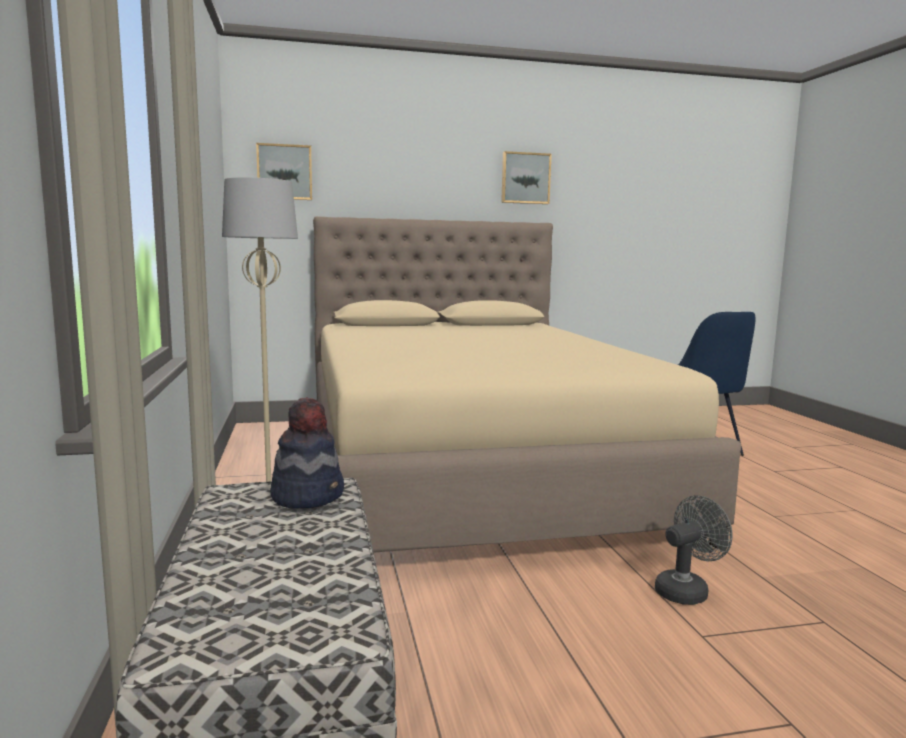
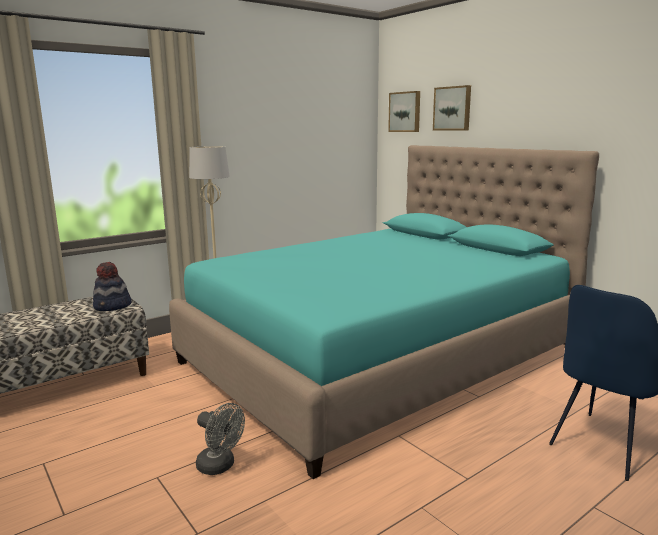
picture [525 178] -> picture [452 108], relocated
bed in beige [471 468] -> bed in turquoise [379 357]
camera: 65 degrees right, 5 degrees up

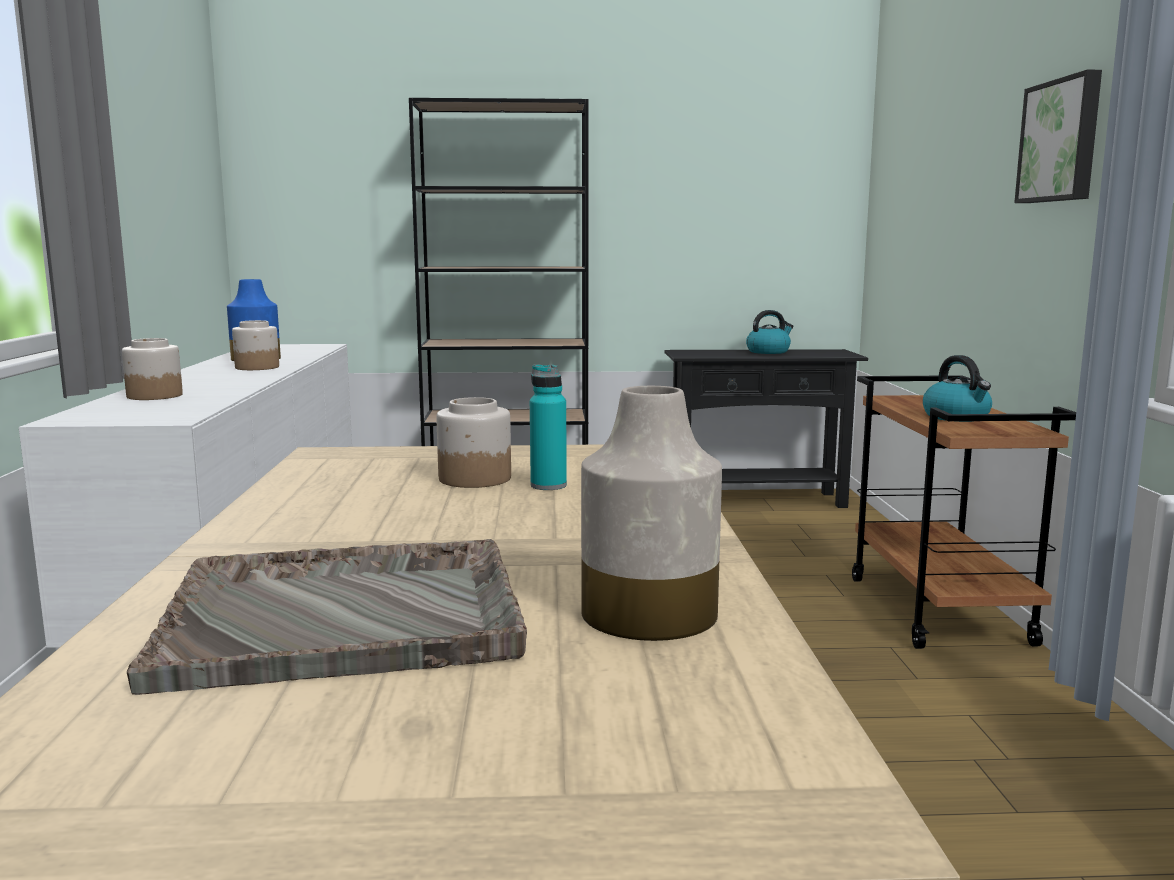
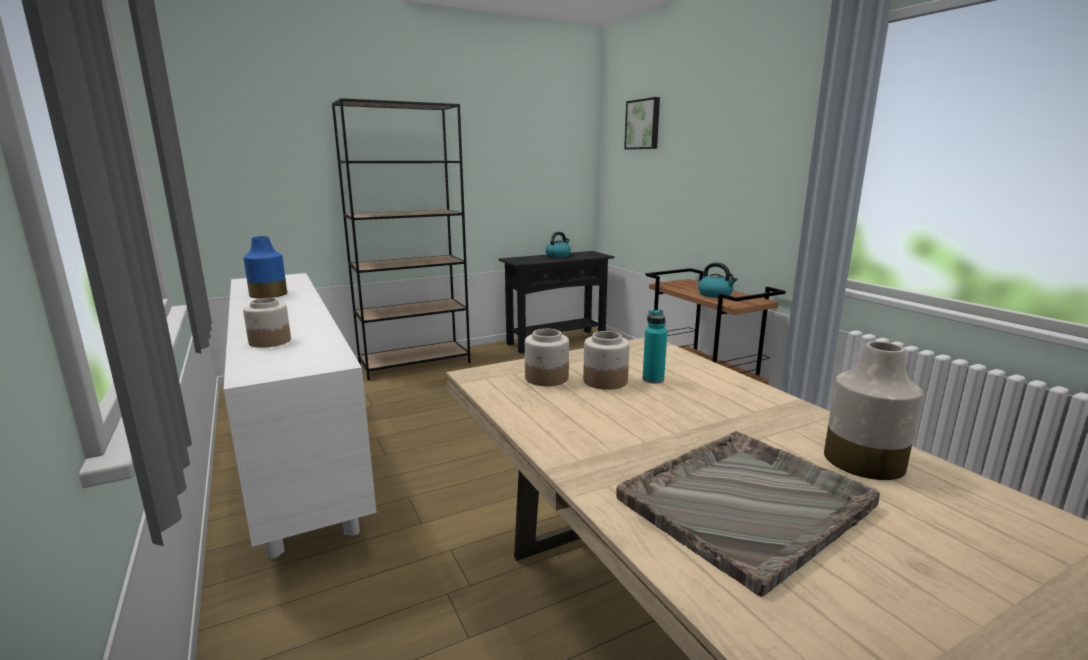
picture [1062 141] -> picture [643 124], relocated
jar [257 367] -> jar [547 378], relocated
camera: 25 degrees left, 5 degrees up

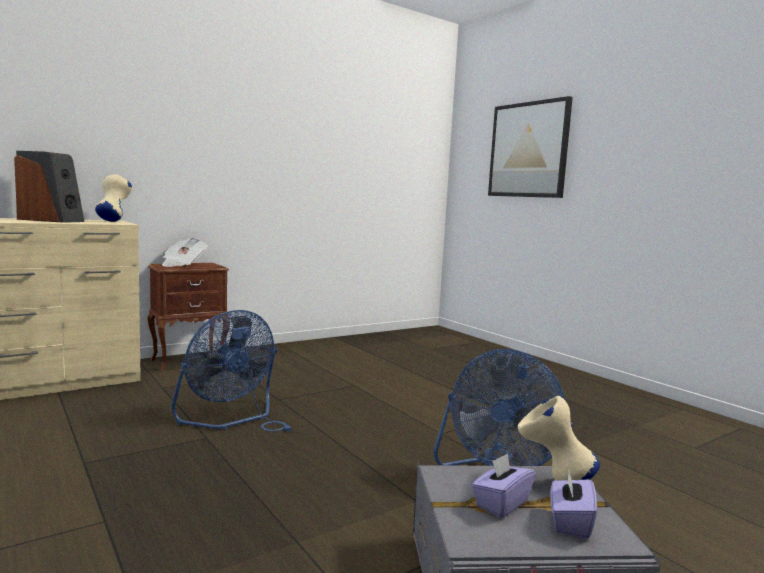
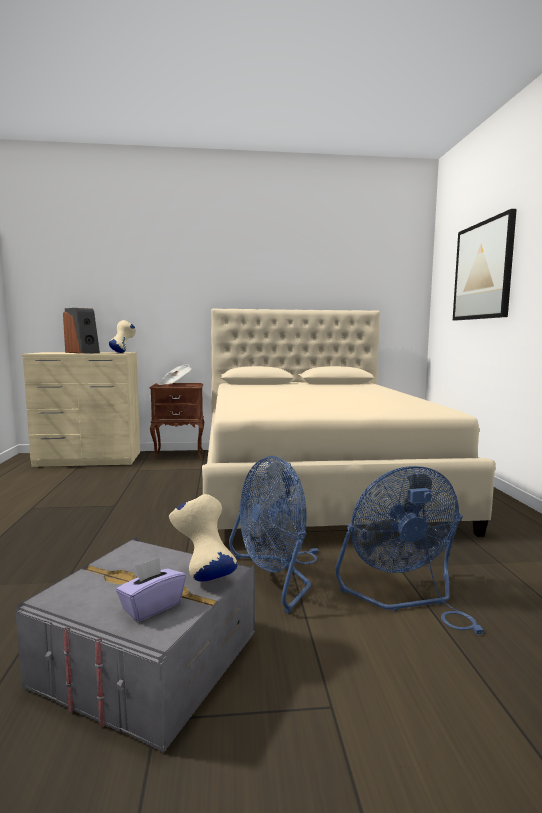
fan in blue [239 418] -> fan in blue [412 596], relocated
tissue box in purple [501 503] -> none
none -> bed in beige [314 482]
camera: 30 degrees right, 0 degrees up

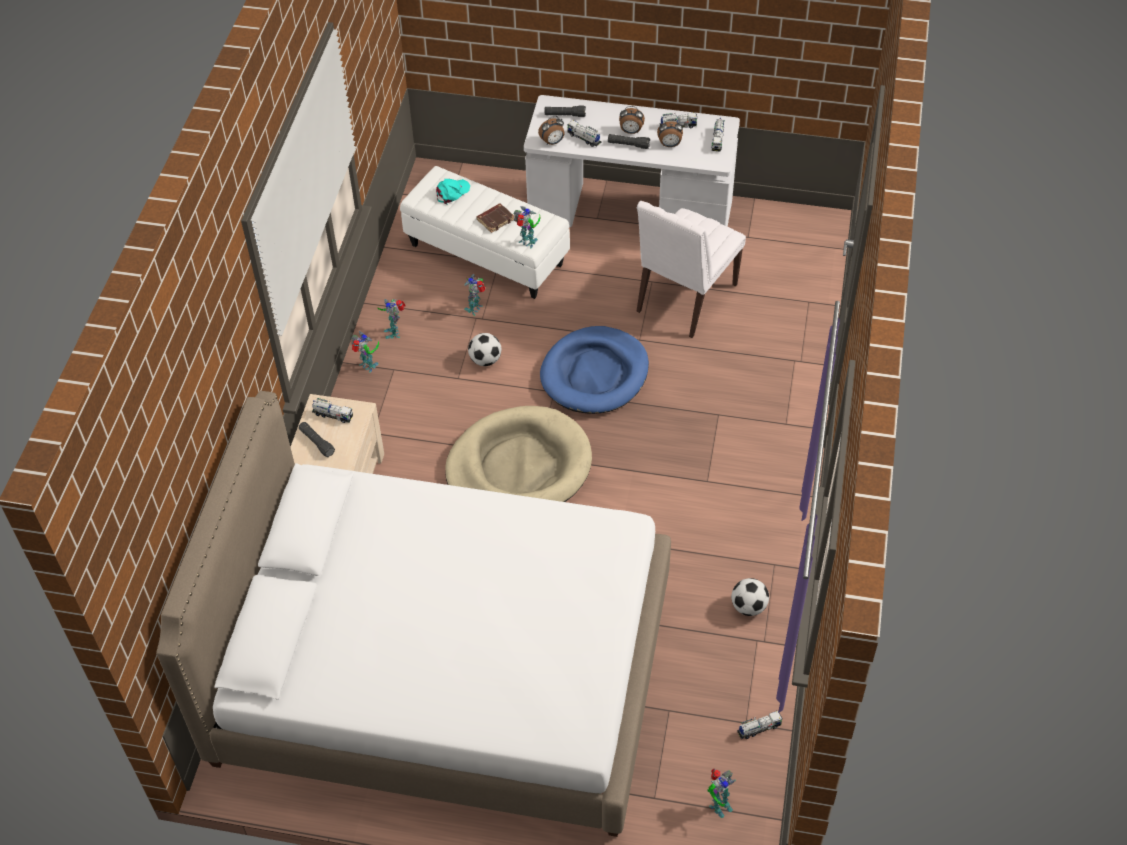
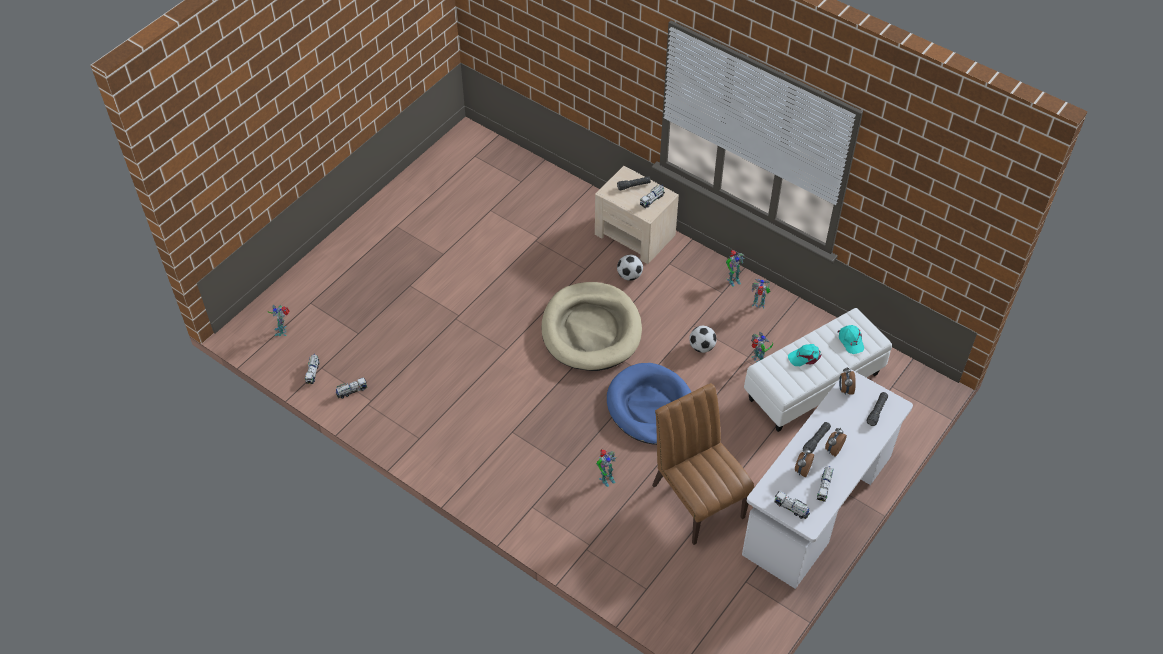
toy truck [584 138] -> toy truck [351 391], relocated
chair in white [686 297] -> chair in brown [698 502]
book in brown [495 219] -> cap in turquoise [805 357]
toy robot [528 243] -> toy robot [606 478], relocated
bed in white [445 671] -> none
football [748 607] -> football [629 275], relocated
camera: 115 degrees right, 0 degrees up

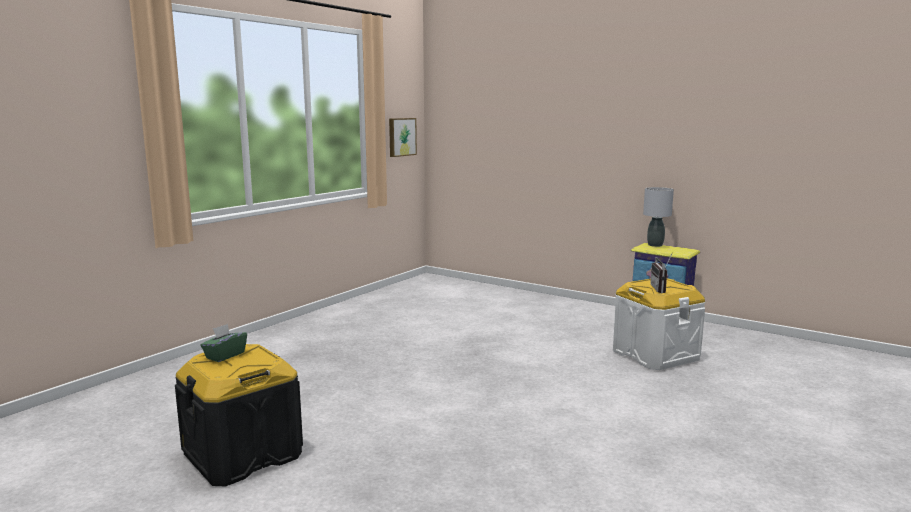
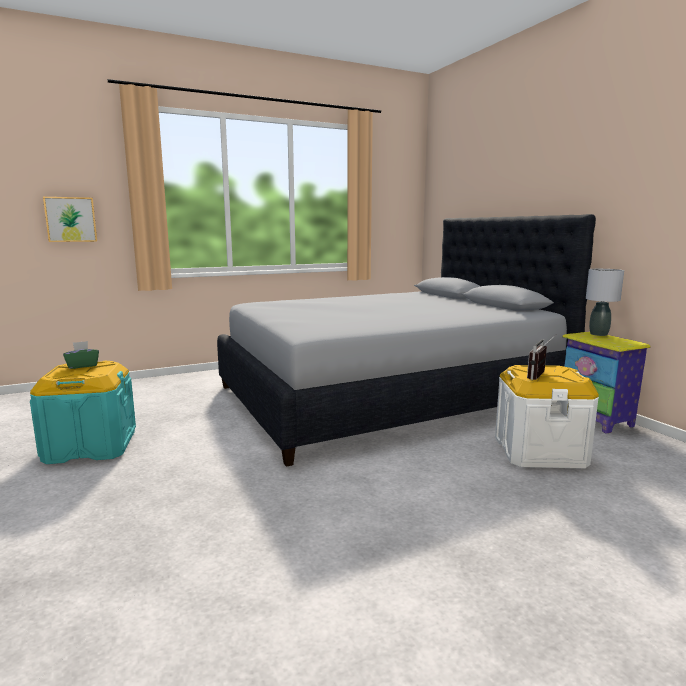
picture [401 137] -> picture [71 219], relocated
storage box in black [243 454] -> storage box in turquoise [91 446]
none -> bed in grey [389 396]
camera: 30 degrees right, 0 degrees up

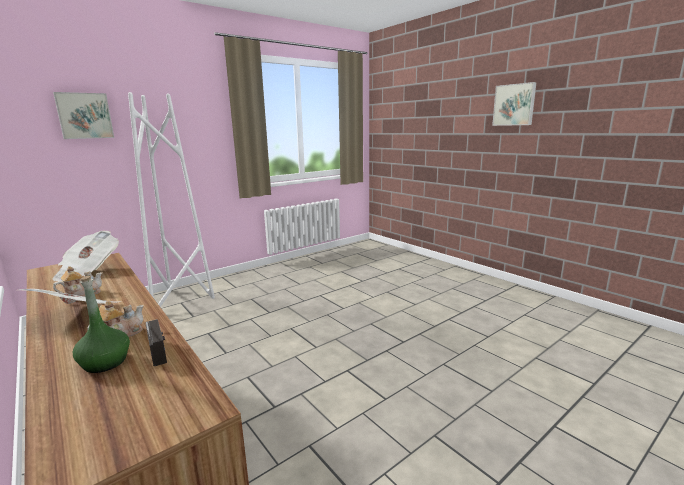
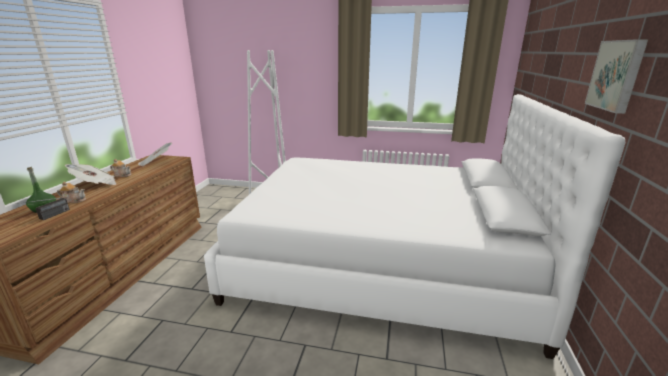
picture [84 116] -> none
none -> bed in white [379 263]
camera: 50 degrees right, 5 degrees up

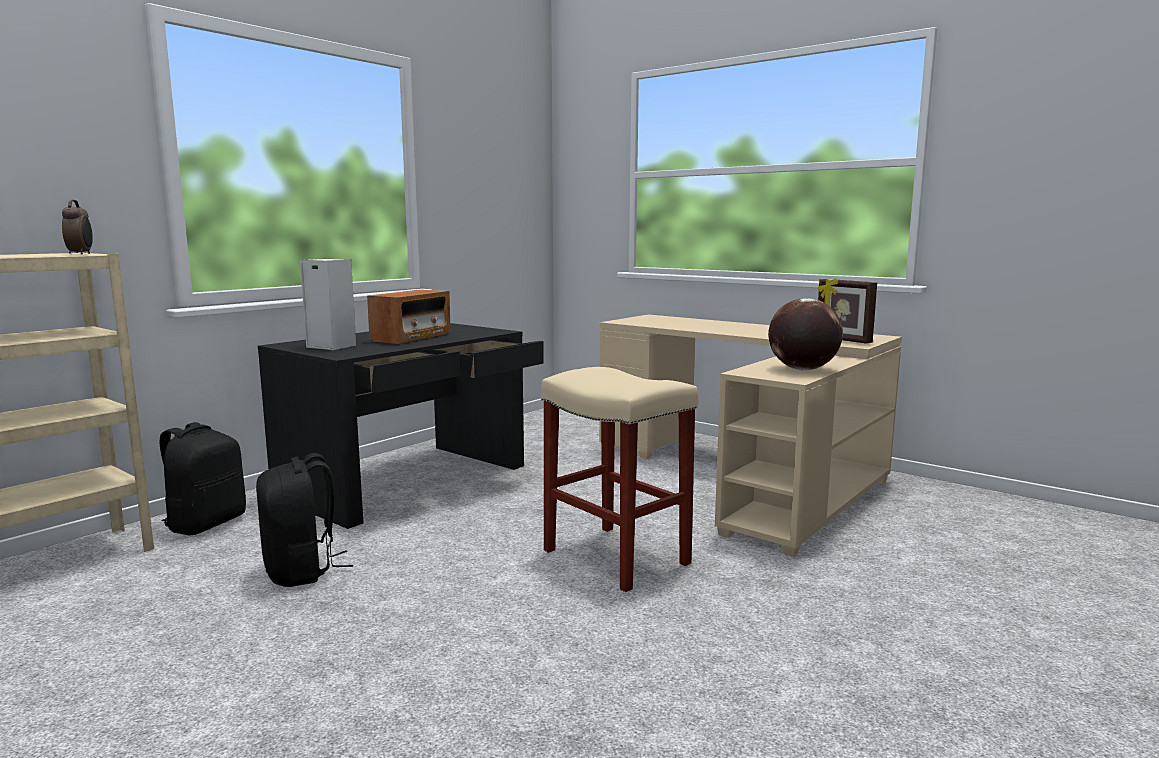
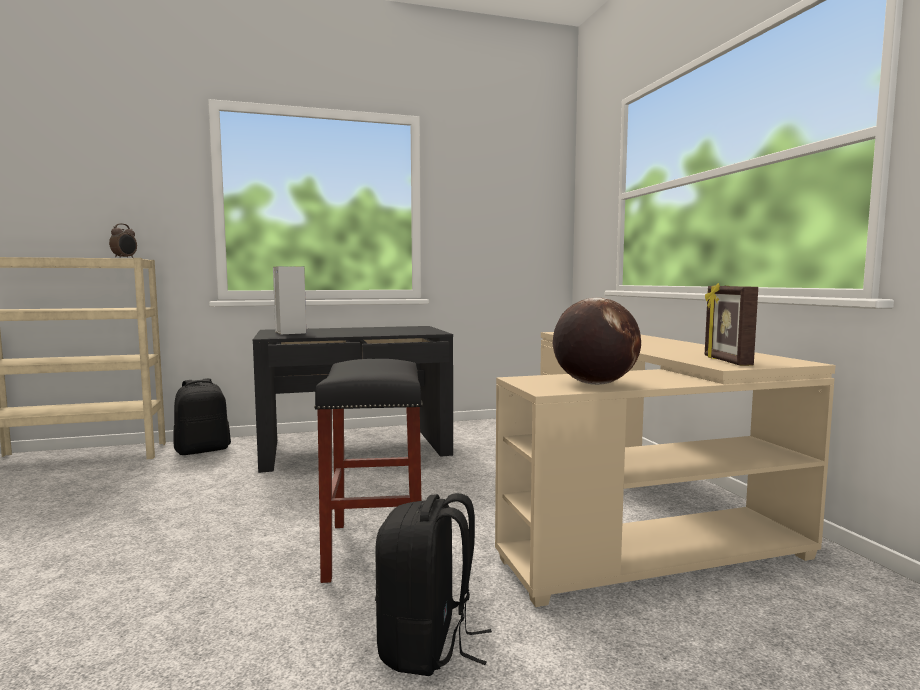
radio [411 337] -> none
stool in beige [614 556] -> stool in black [374 548]
backpack in black [302 571] -> backpack in black [427 646], relocated
camera: 35 degrees right, 5 degrees down

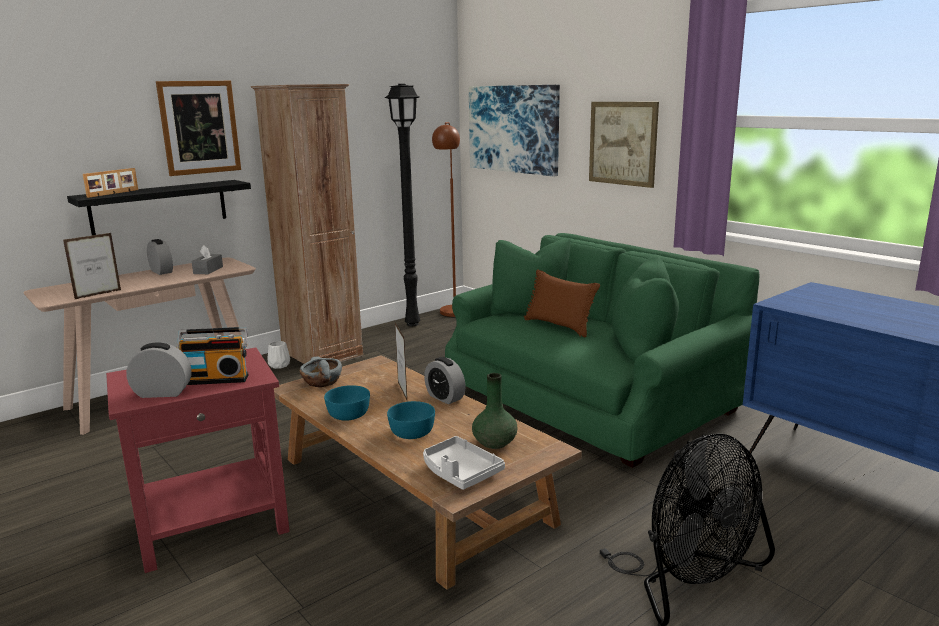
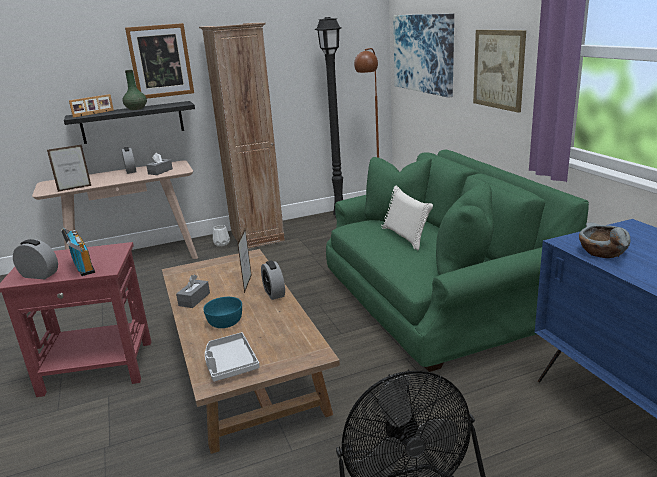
pillow in brown [559 326] -> pillow in white [406 237]
radio [217 379] -> radio [82 267], 135 degrees counterclockwise
bowl in grey [321 382] -> bowl in grey [602 252], relocated
vase in green [495 443] -> vase in green [136 109], relocated
bowl in turquoise [348 414] -> tissue box in grey [194 299]
camera: 20 degrees right, 5 degrees up

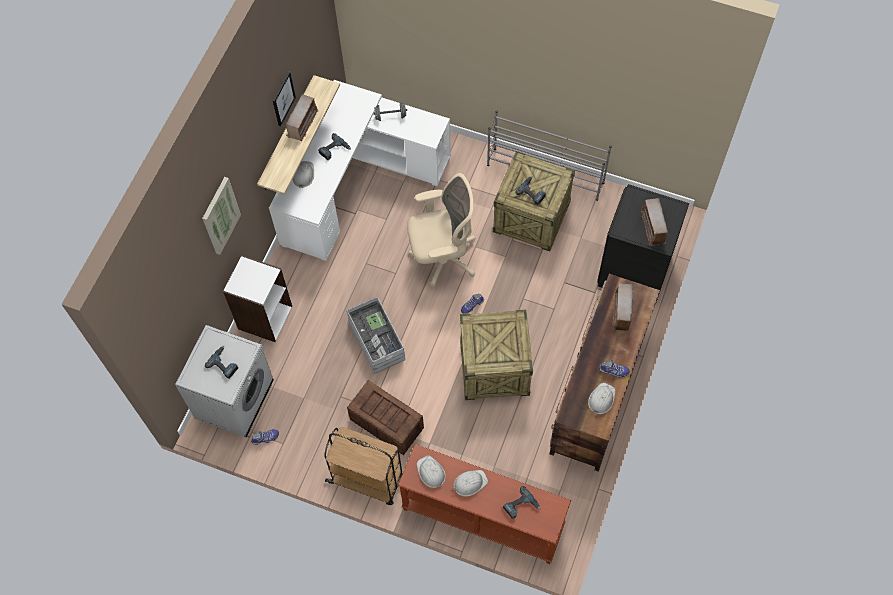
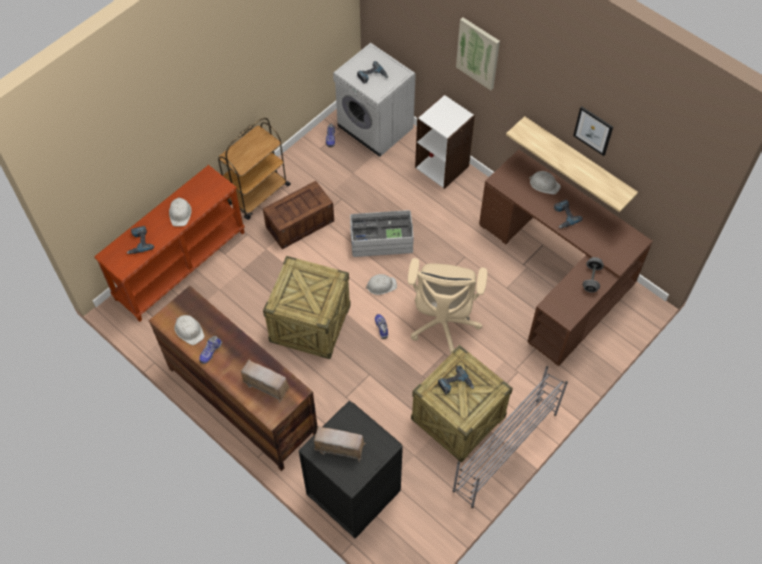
desk in white [355 183] -> desk in brown [558 275]
radio [302 123] -> none
hard hat in white [431 472] -> hard hat in white [381 285], relocated
camera: 110 degrees right, 5 degrees down

